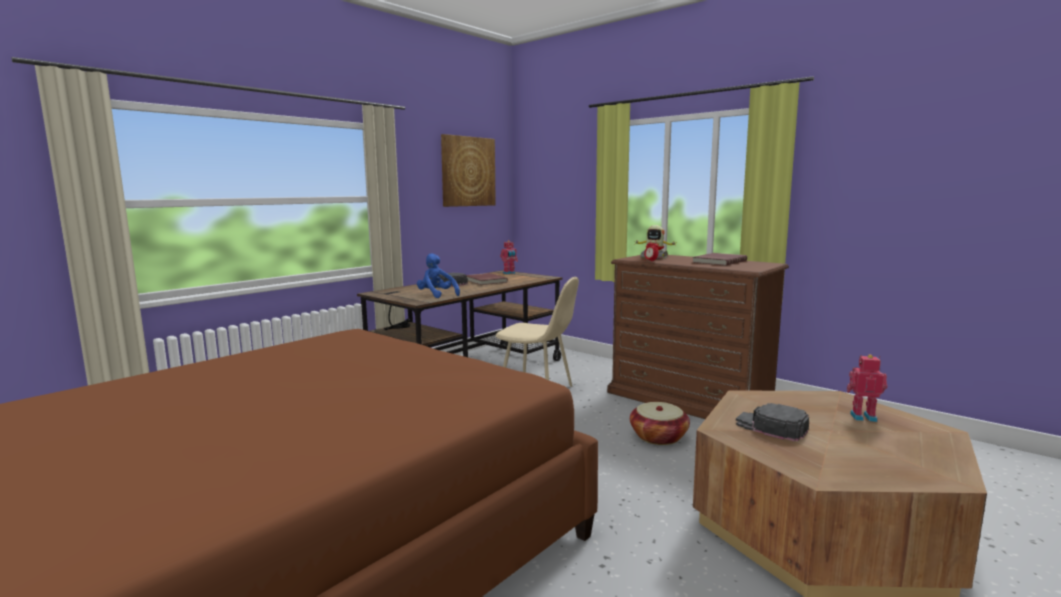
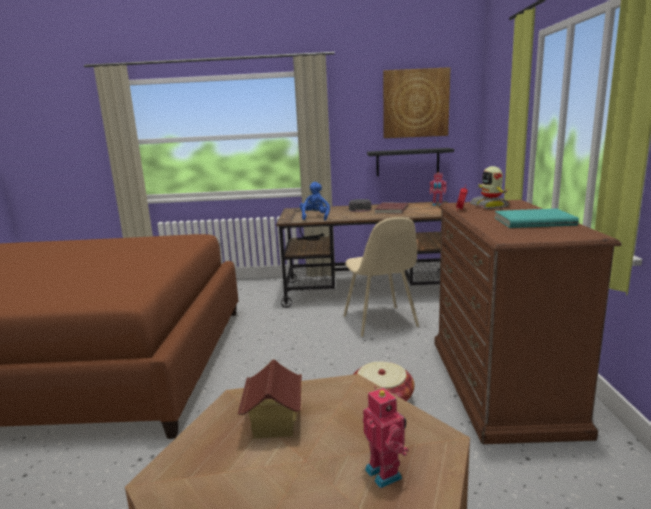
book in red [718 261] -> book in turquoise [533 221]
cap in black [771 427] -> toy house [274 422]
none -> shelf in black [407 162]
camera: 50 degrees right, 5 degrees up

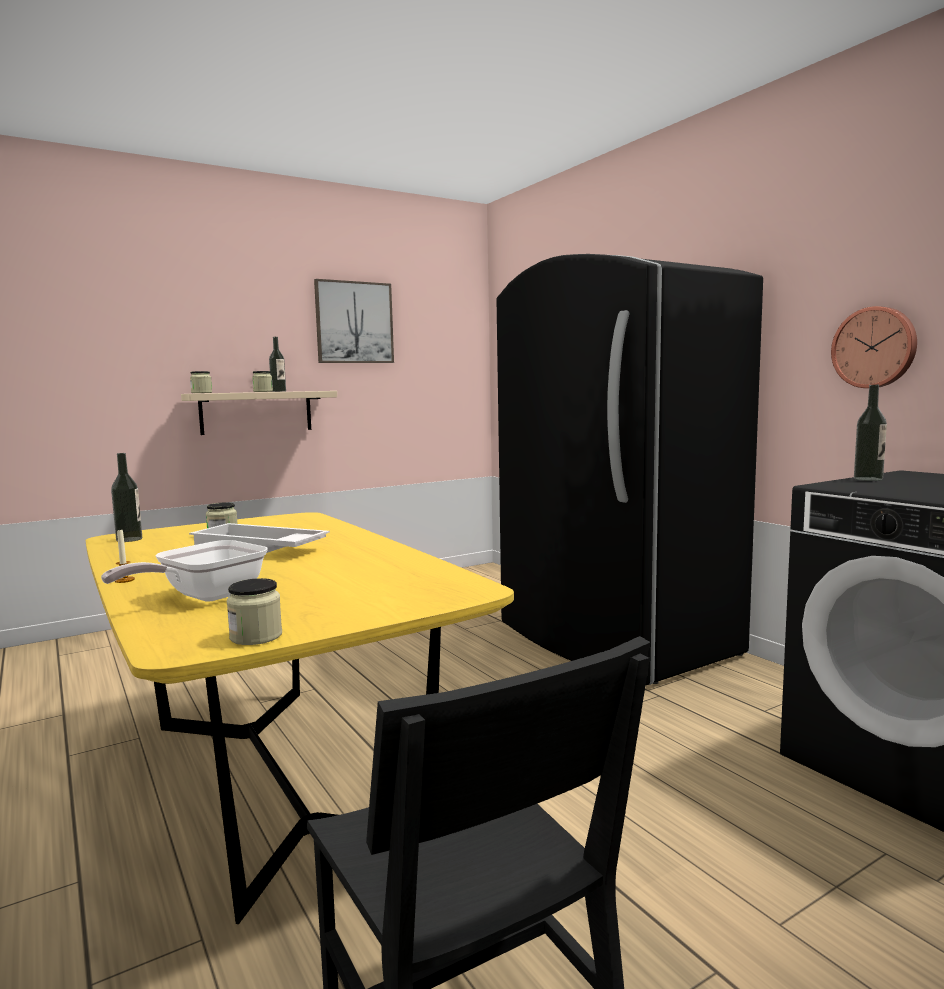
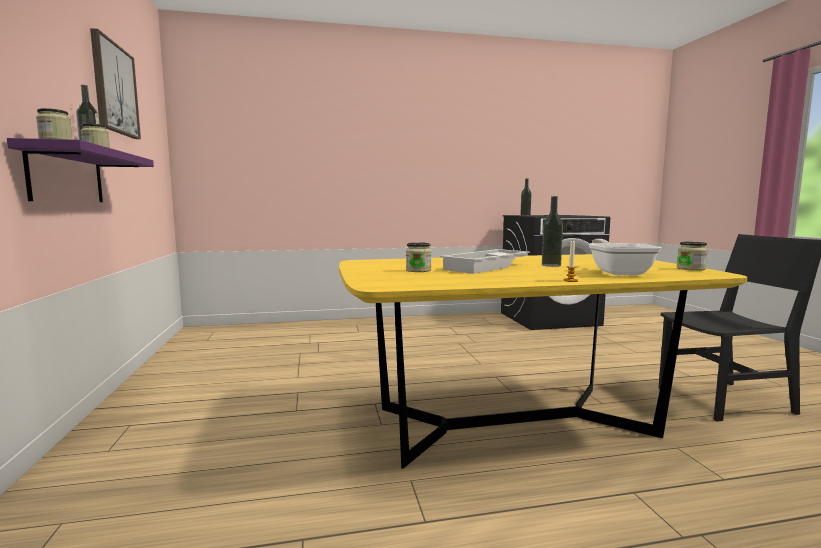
fridge in black [614 640] -> none
wall clock [875 347] -> none
shelf in beige [256 412] -> shelf in purple [67 176]
bottle [129 539] -> bottle [551 265], relocated
frying pan [204 597] -> frying pan [618 272], 150 degrees counterclockwise
camera: 70 degrees left, 0 degrees up

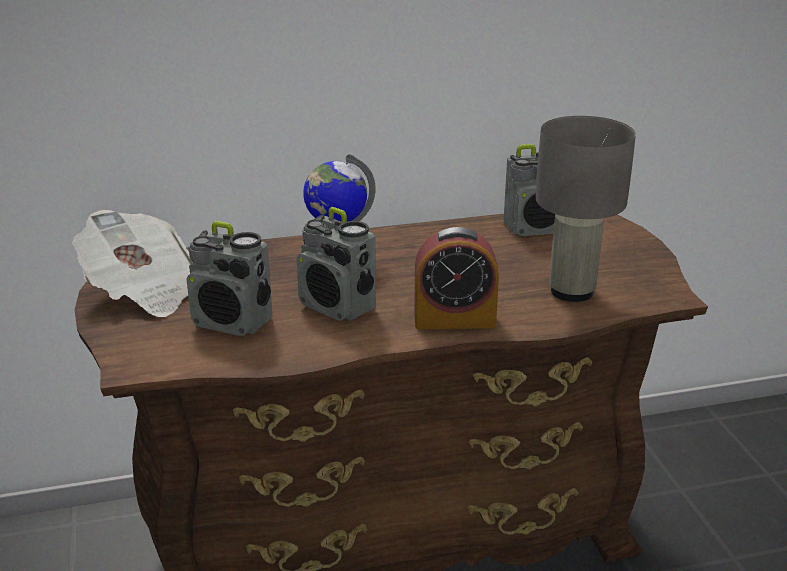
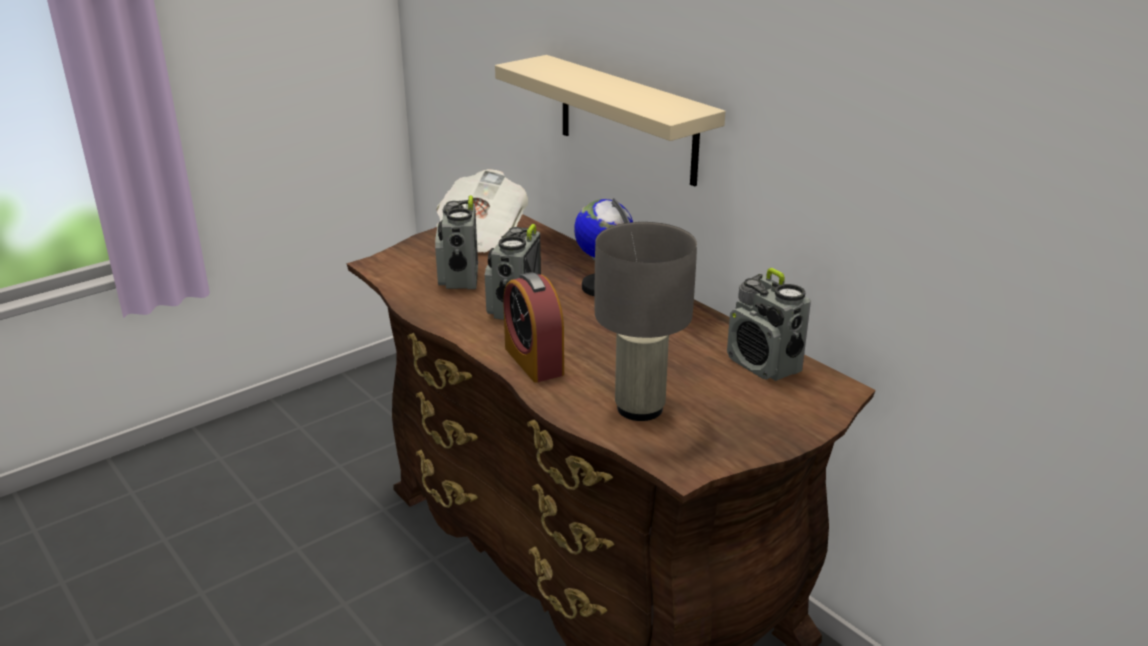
none -> shelf in beige [627 119]
camera: 65 degrees right, 0 degrees up

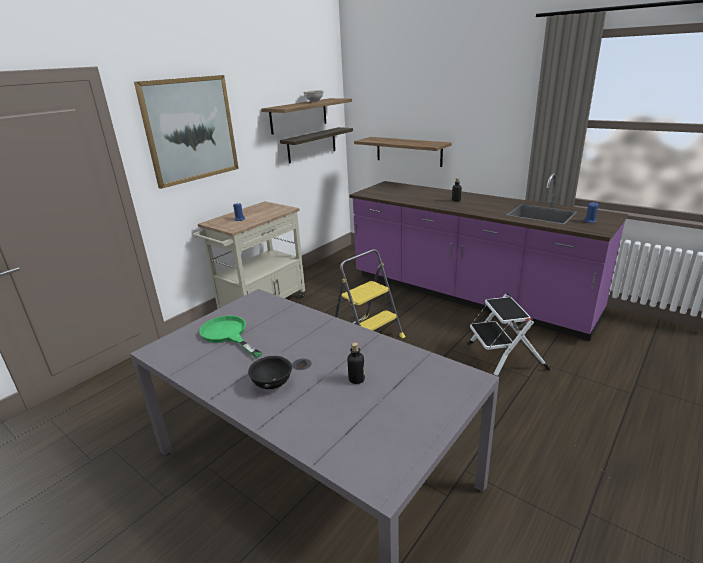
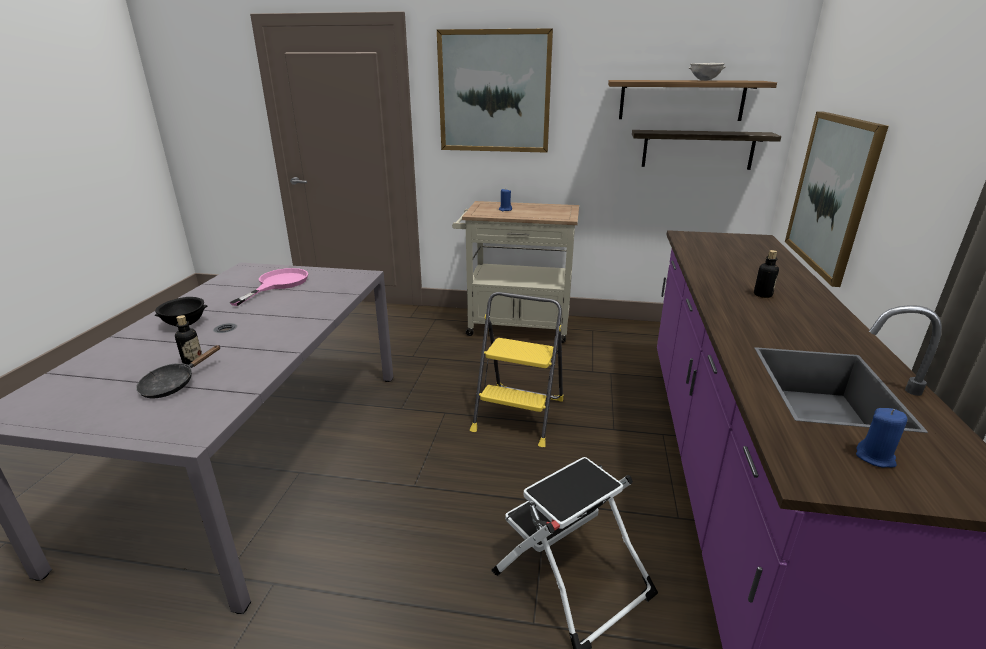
shelf [408 151] -> picture [831 194]
frying pan in green [228 335] -> frying pan in pink [278 284]
none -> frying pan in black [173 384]
camera: 60 degrees right, 0 degrees up

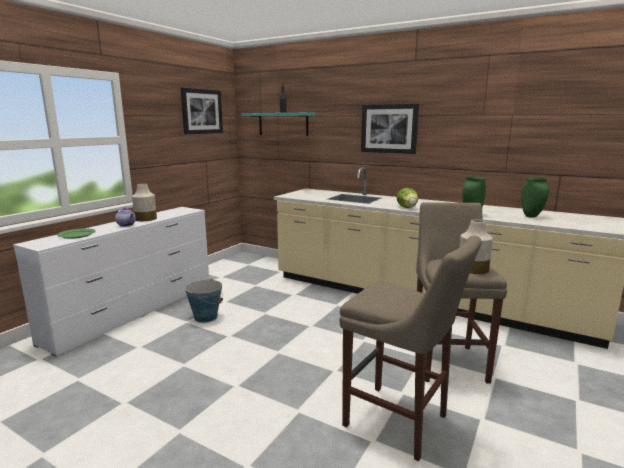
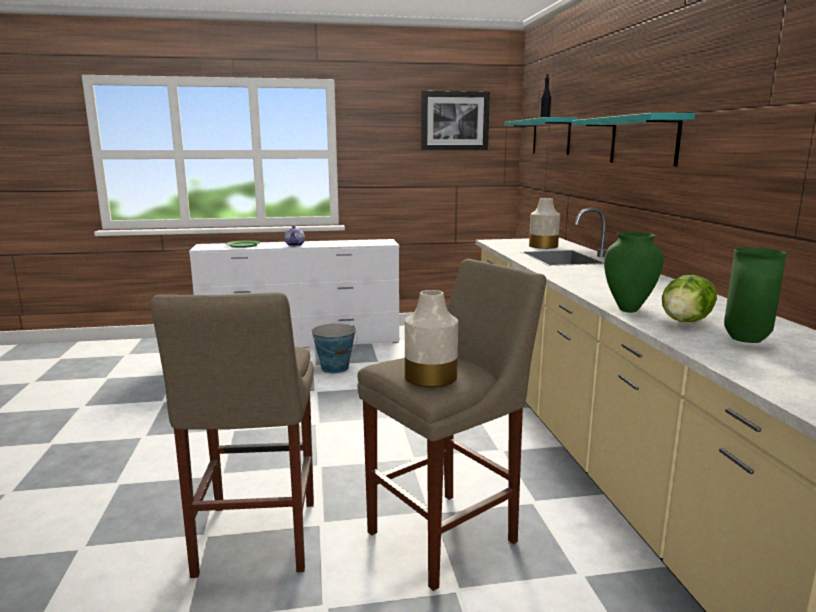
picture [389 128] -> shelf in turquoise [643 141]
vase in beige [145 218] -> vase in beige [543 246], relocated
lettuce [407 208] -> lettuce [685 321], relocated
camera: 50 degrees right, 0 degrees up

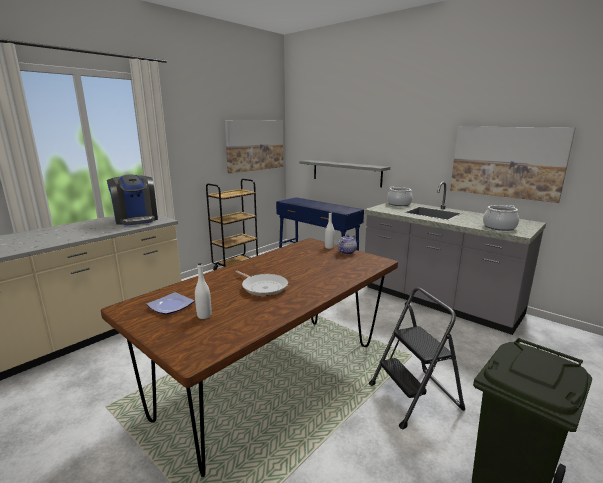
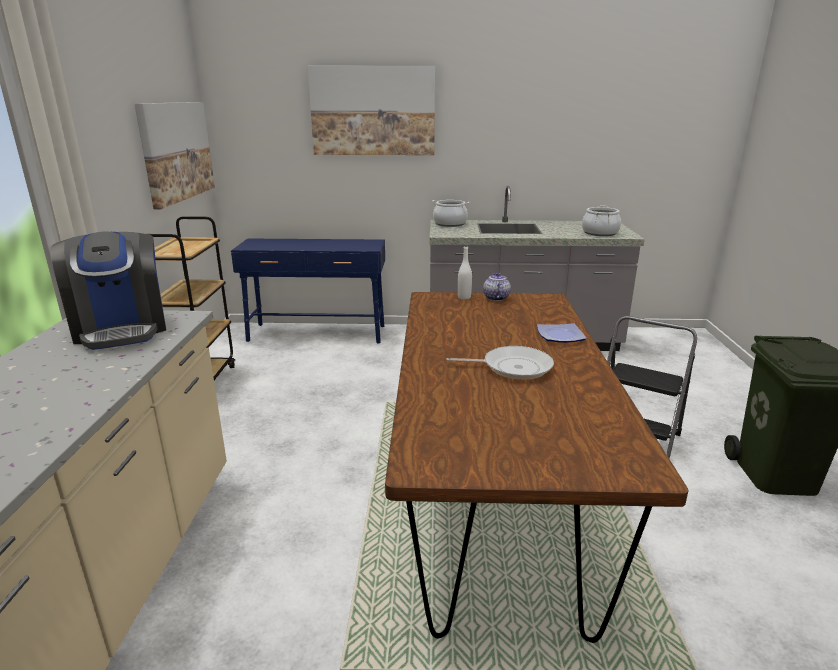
picture [506 162] -> picture [373 111], relocated
shelf in grey [346 173] -> none
coffee machine [136 219] -> coffee machine [121 329], 45 degrees clockwise
bottle in white [204 316] -> none
plate [170 306] -> plate [559 336], relocated
camera: 40 degrees left, 5 degrees up

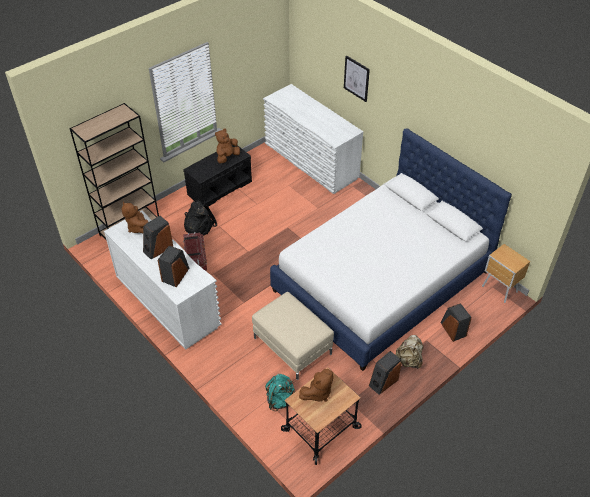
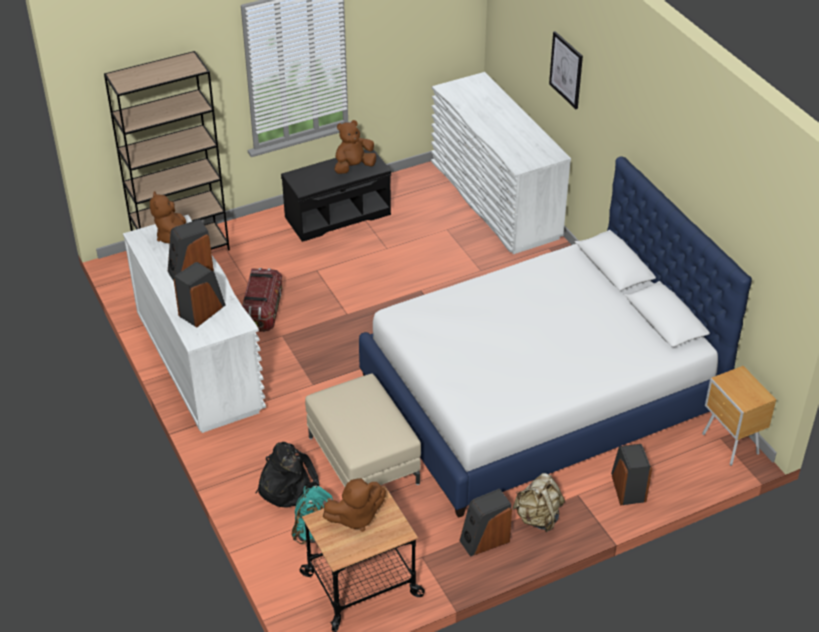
backpack in black [198 225] -> backpack in black [286 485], relocated
camera: 15 degrees right, 5 degrees down

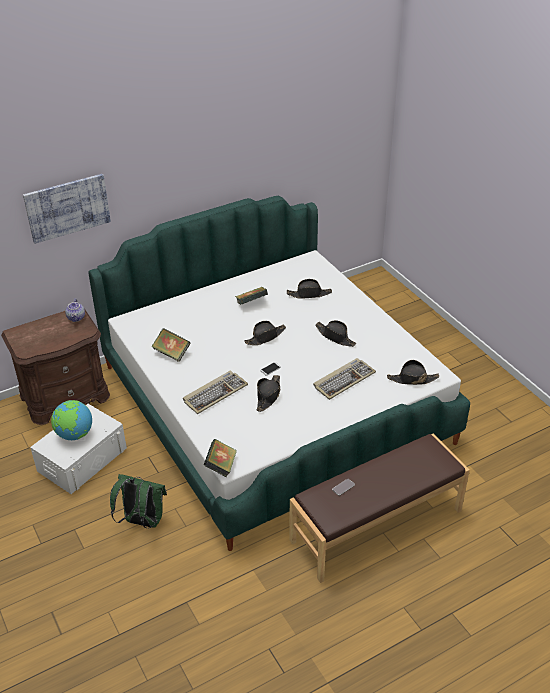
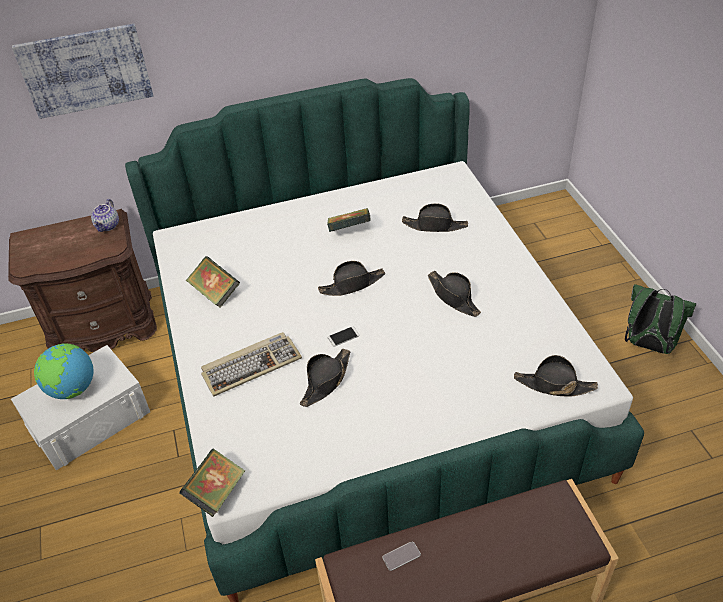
keyboard [344 380] -> none
backpack in green [142 521] -> backpack in green [648 345], relocated
camera: 15 degrees right, 5 degrees up

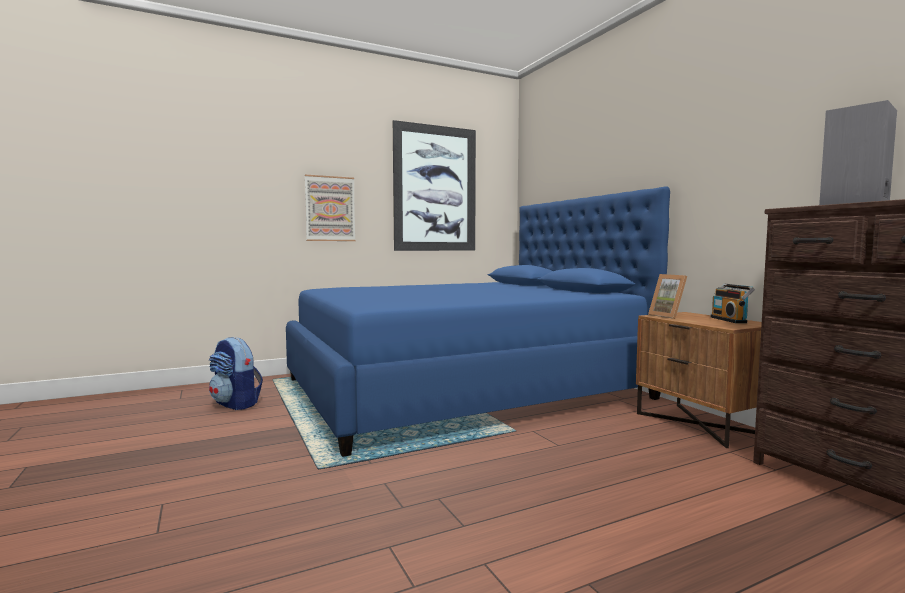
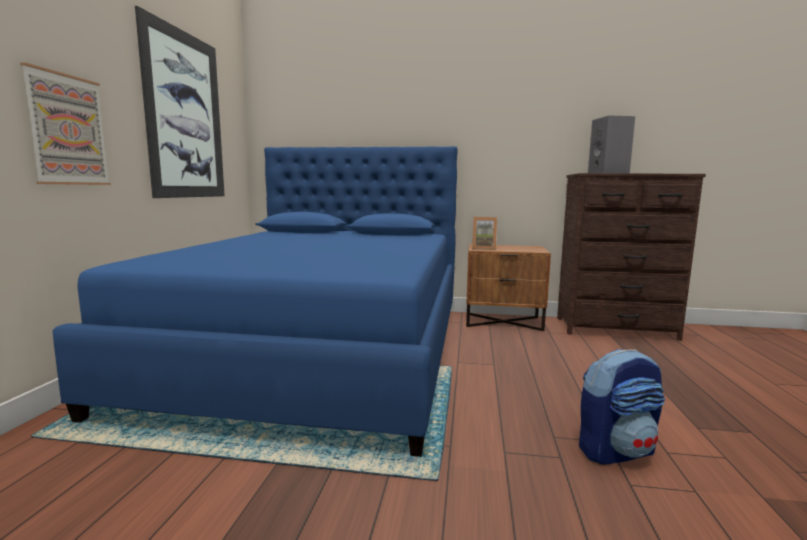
radio [730 320] -> none
backpack [236 404] -> backpack [616 451], relocated
camera: 55 degrees left, 5 degrees up

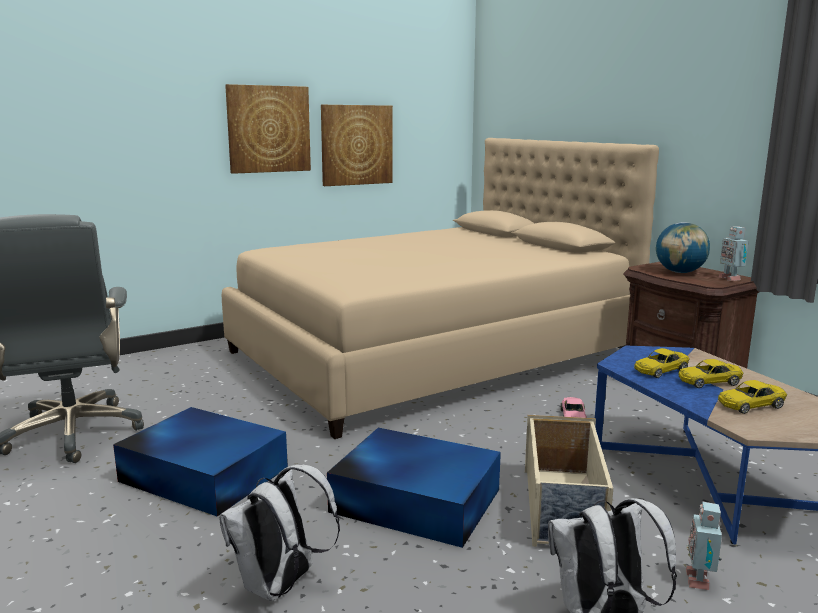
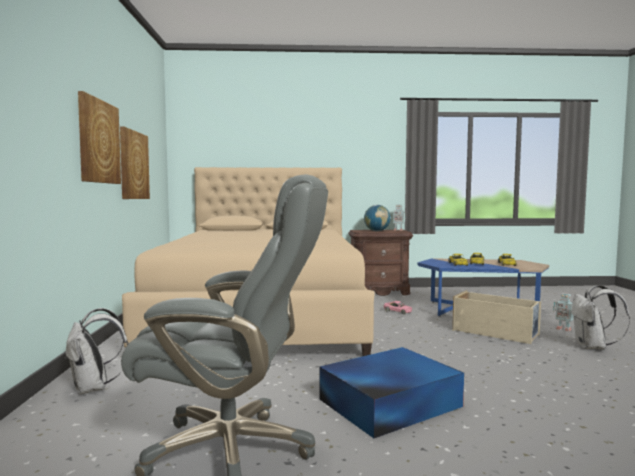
storage box in blue [414 499] -> none
backpack in white [280 586] -> backpack in white [94 388], relocated
camera: 60 degrees left, 10 degrees down

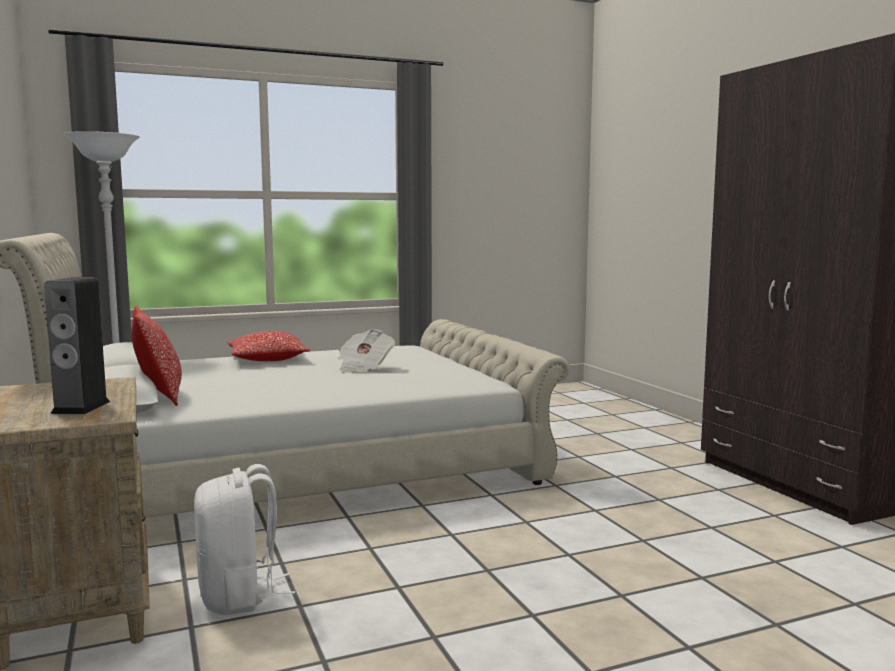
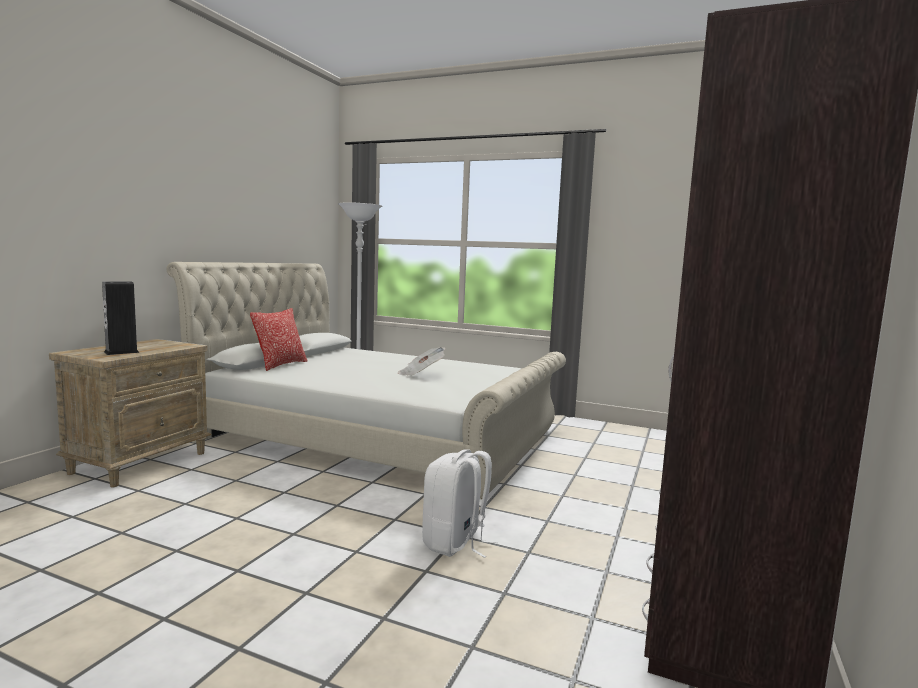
pillow [267 359] -> none
backpack in white [240 596] -> backpack in white [455 543], relocated
camera: 45 degrees right, 0 degrees up

